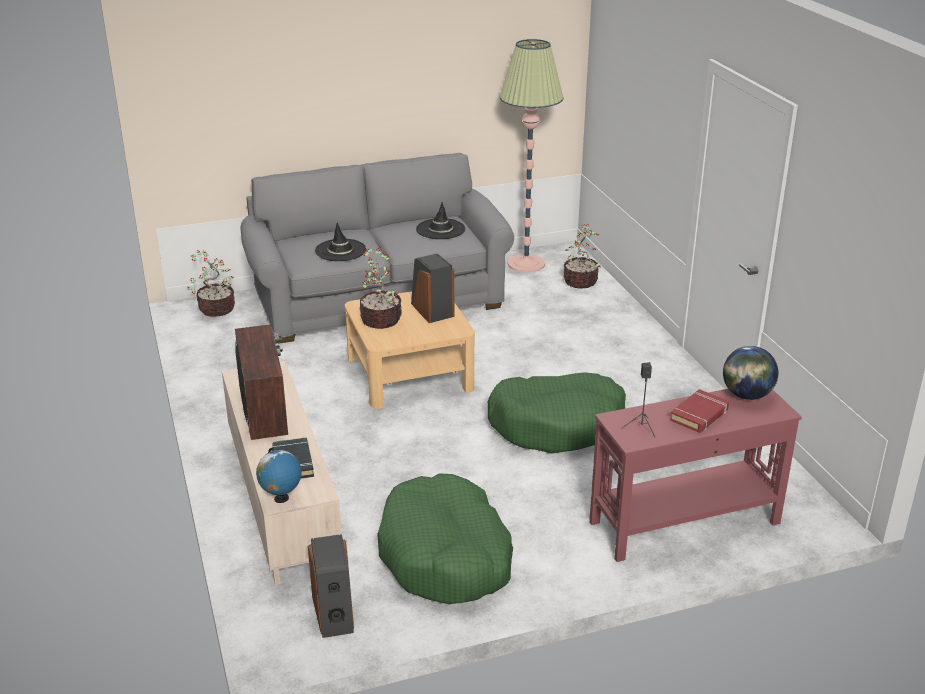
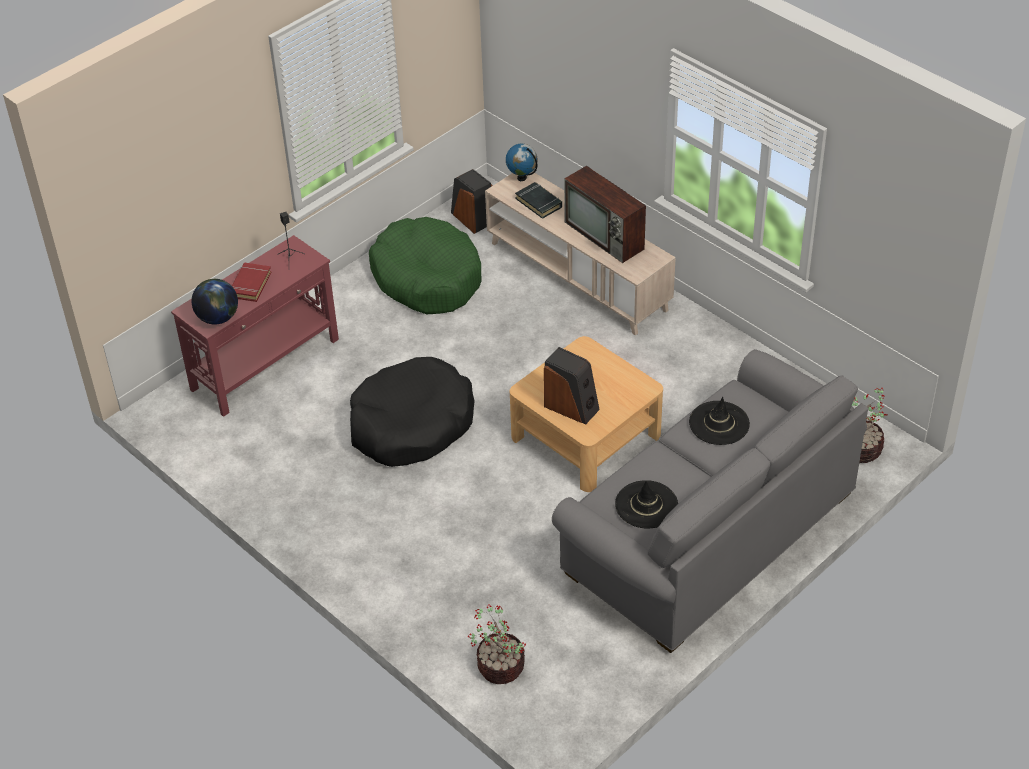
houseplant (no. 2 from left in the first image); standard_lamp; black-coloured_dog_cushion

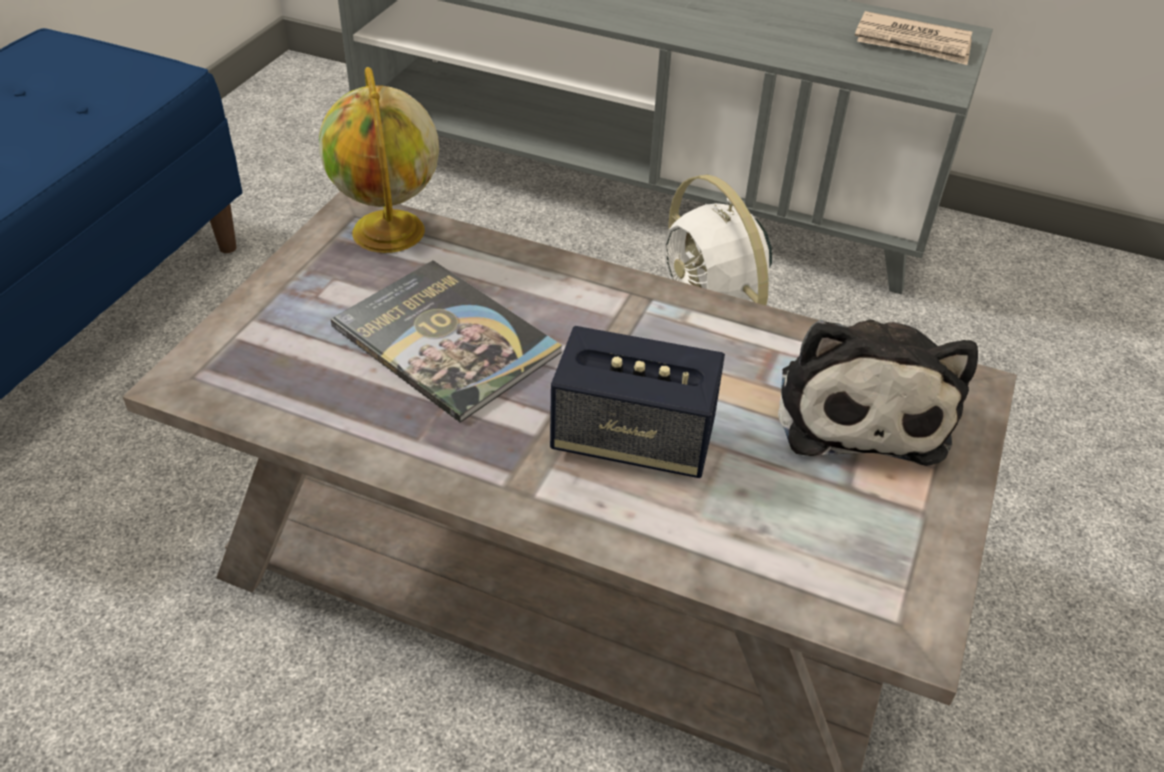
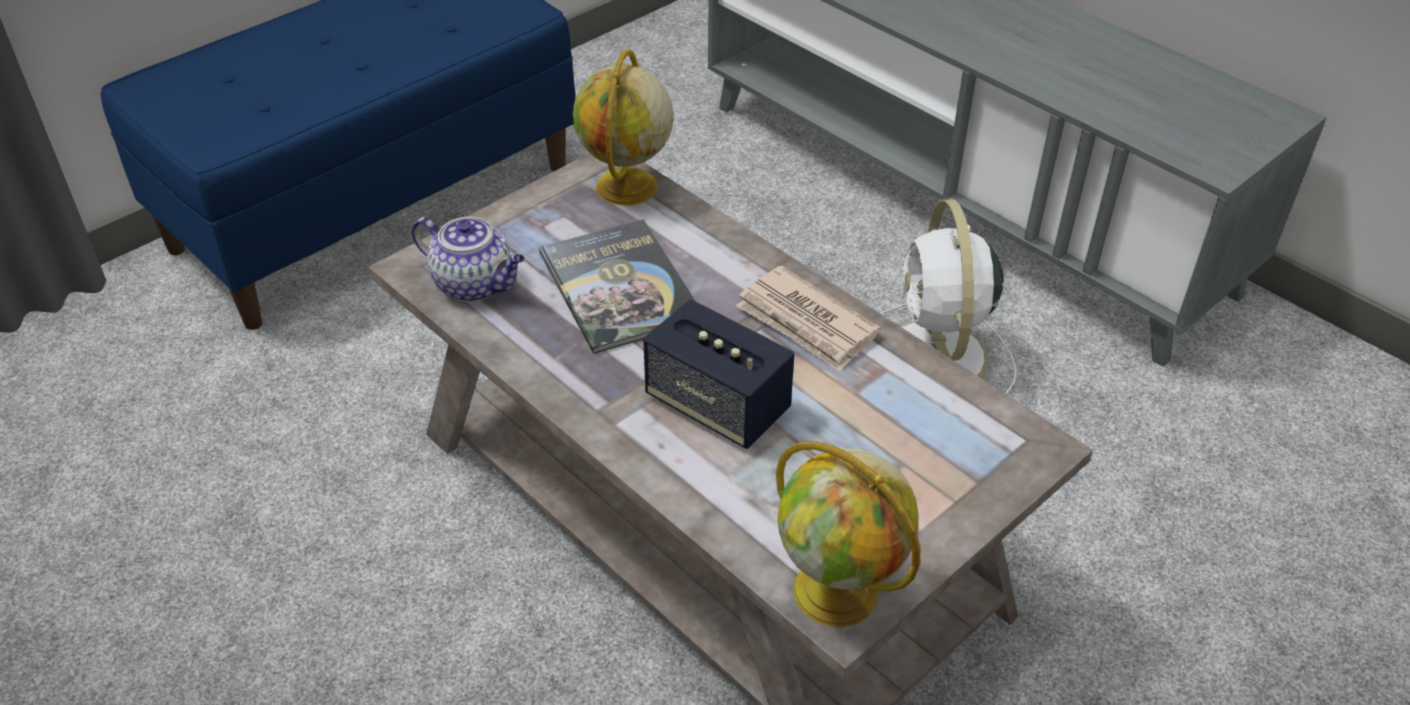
soft_toy; pot_for_tea; desk_globe (no. 2 from left); printed_paper

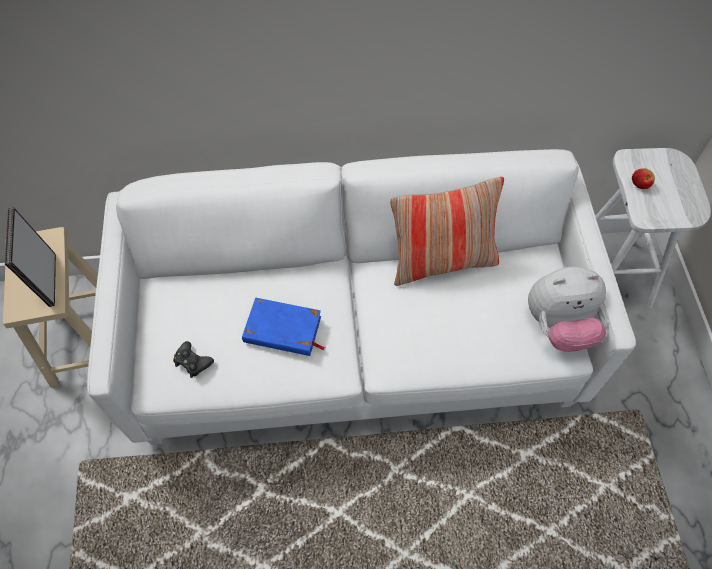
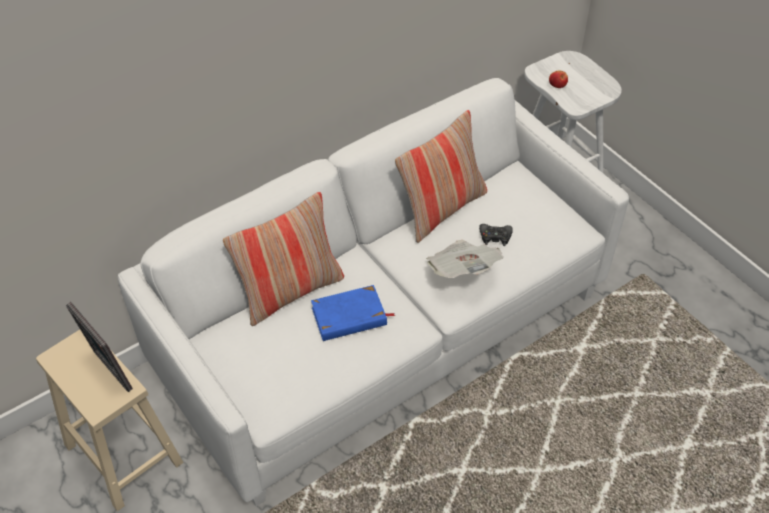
soft_toy; throw_pillow (no. 1 from left); printed_paper; black-coloured_game_controller

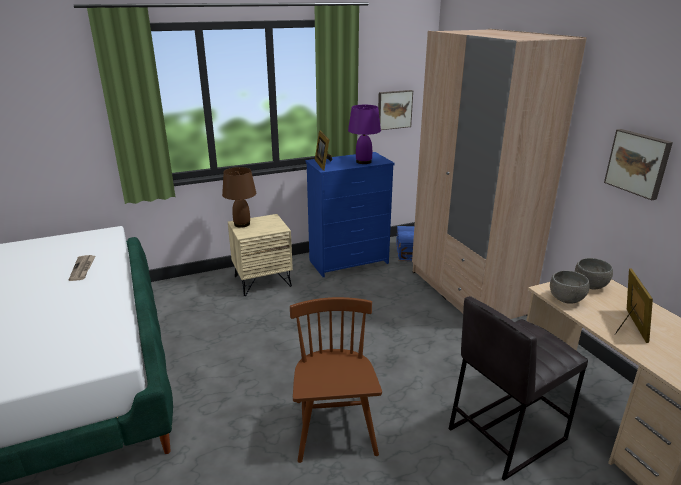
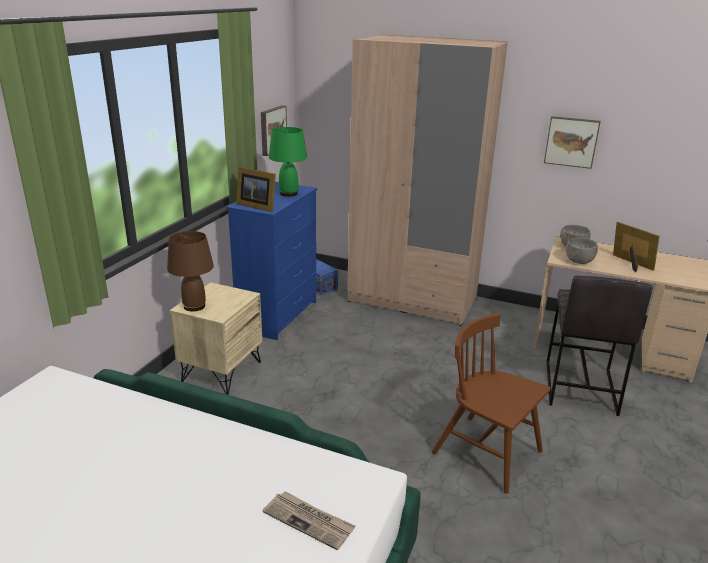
printed_paper; green_tabletop_lamp

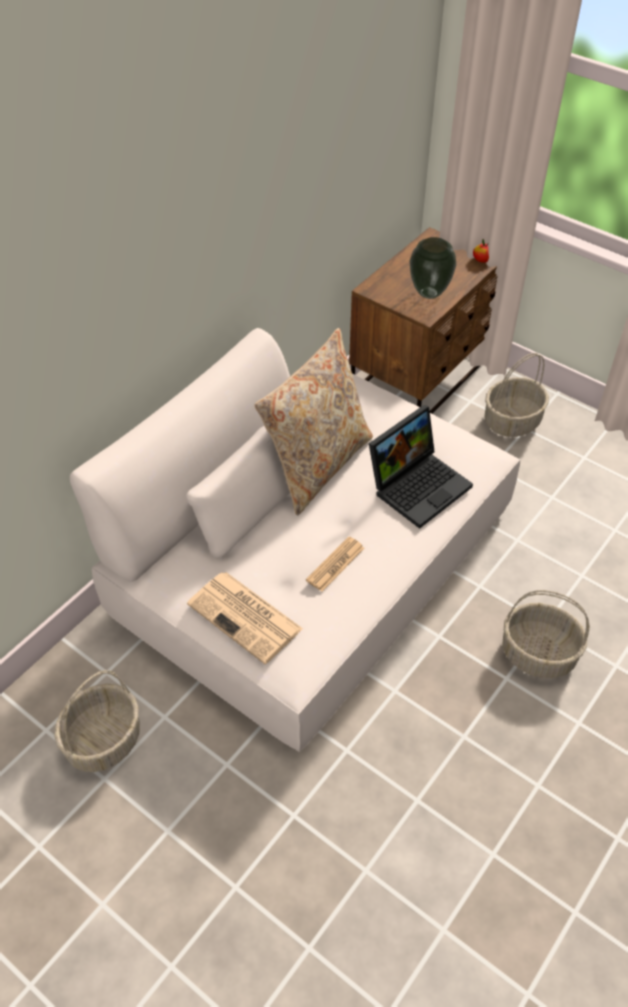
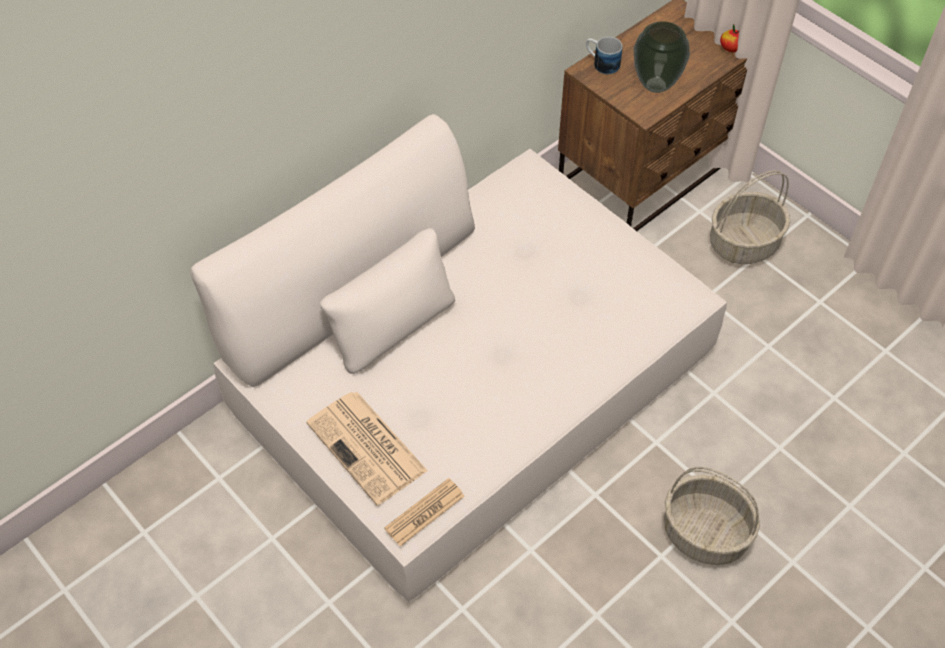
storage_basket (no. 1 from left in the first image); beige_throw_pillow; notebook_computer; mug; printed_paper (no. 2 from left)

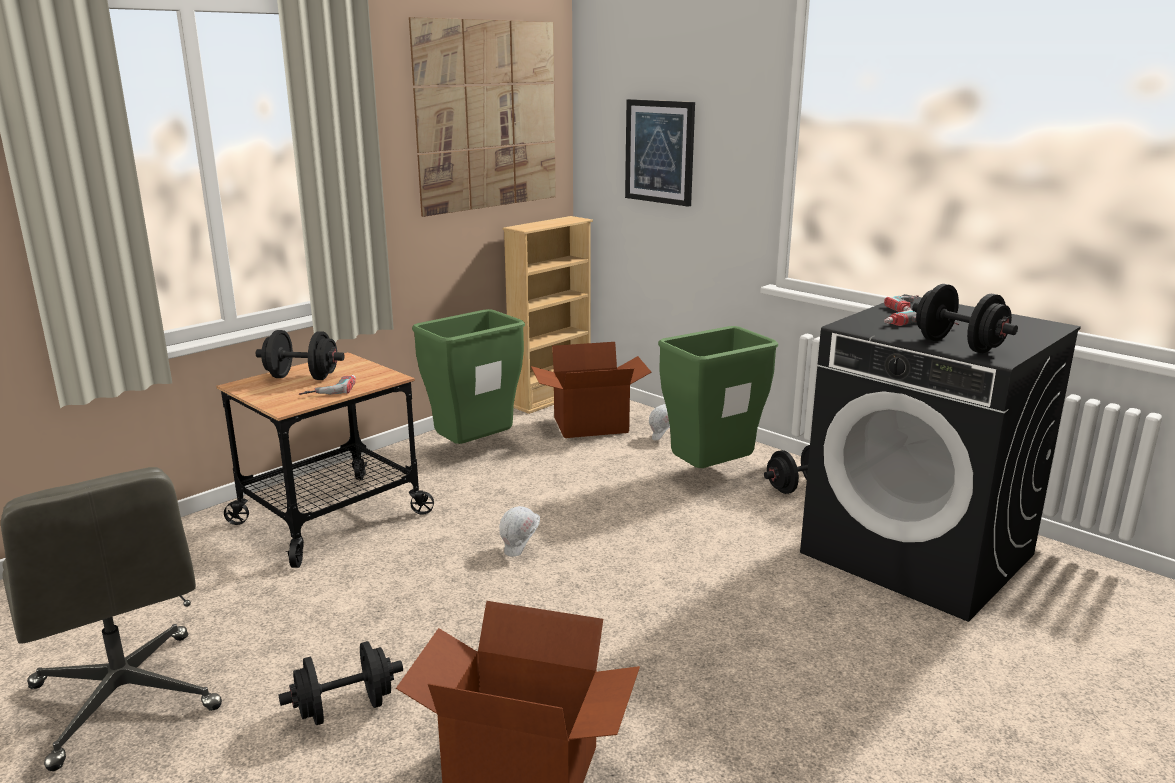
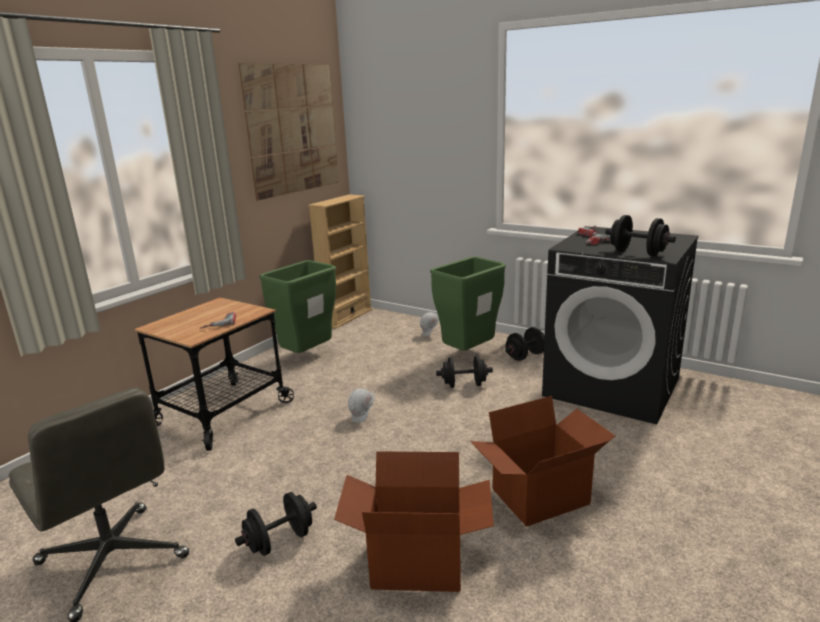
wall_picture (no. 2 from left in the first image); black-coloured_hand_weight (no. 2 from left); cardboard_box (no. 2 from left)

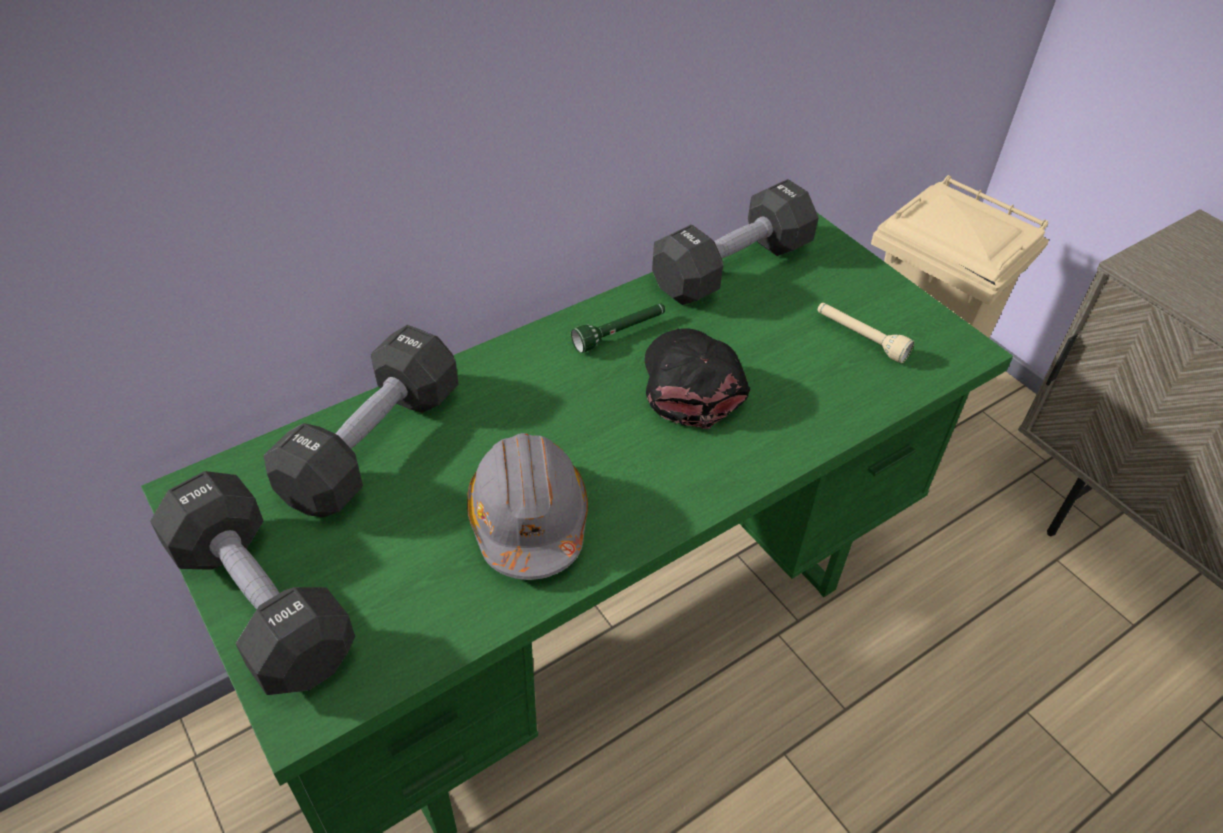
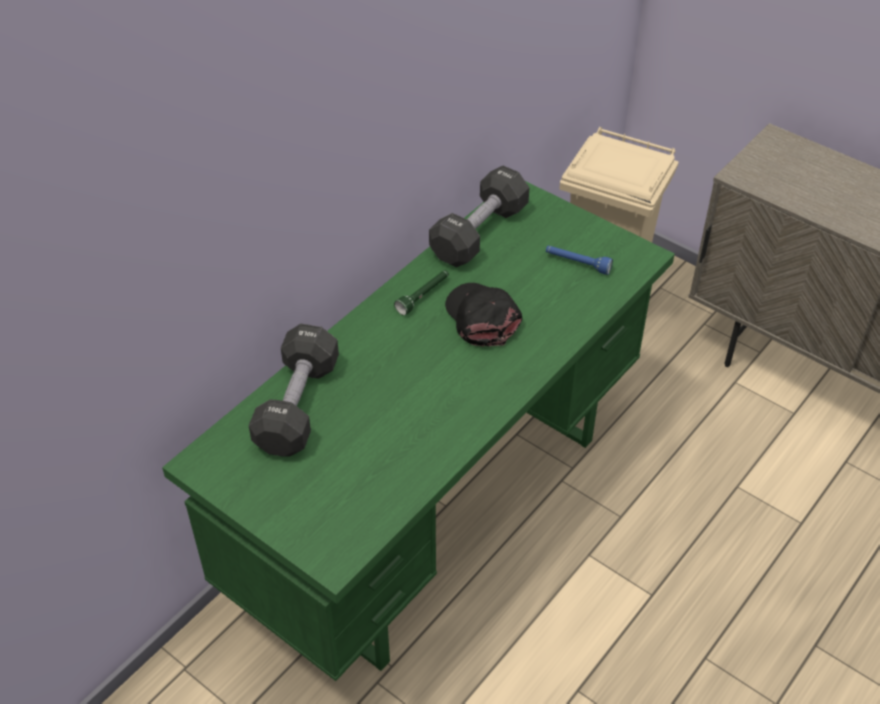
black-coloured_hand_weight (no. 1 from left in the first image); gray_hard_hat; bluish_hand_torch

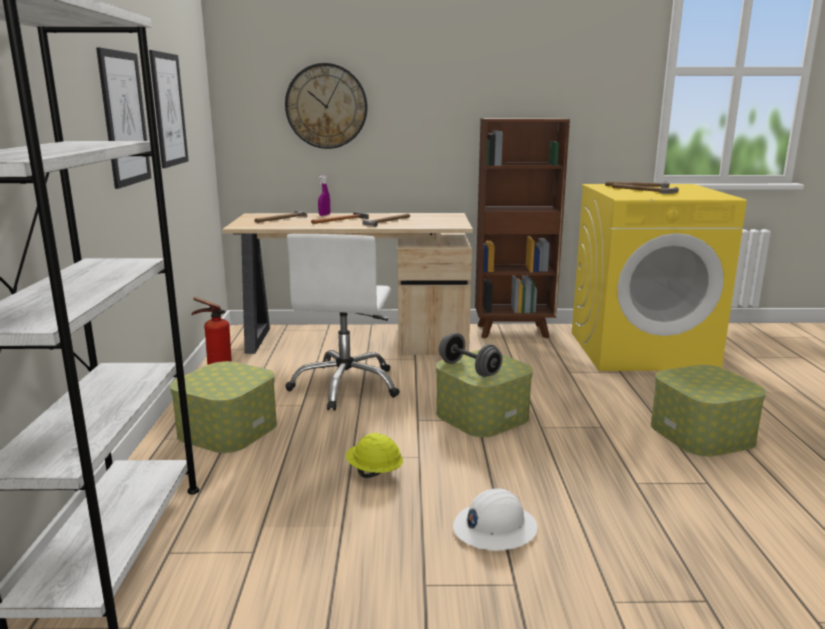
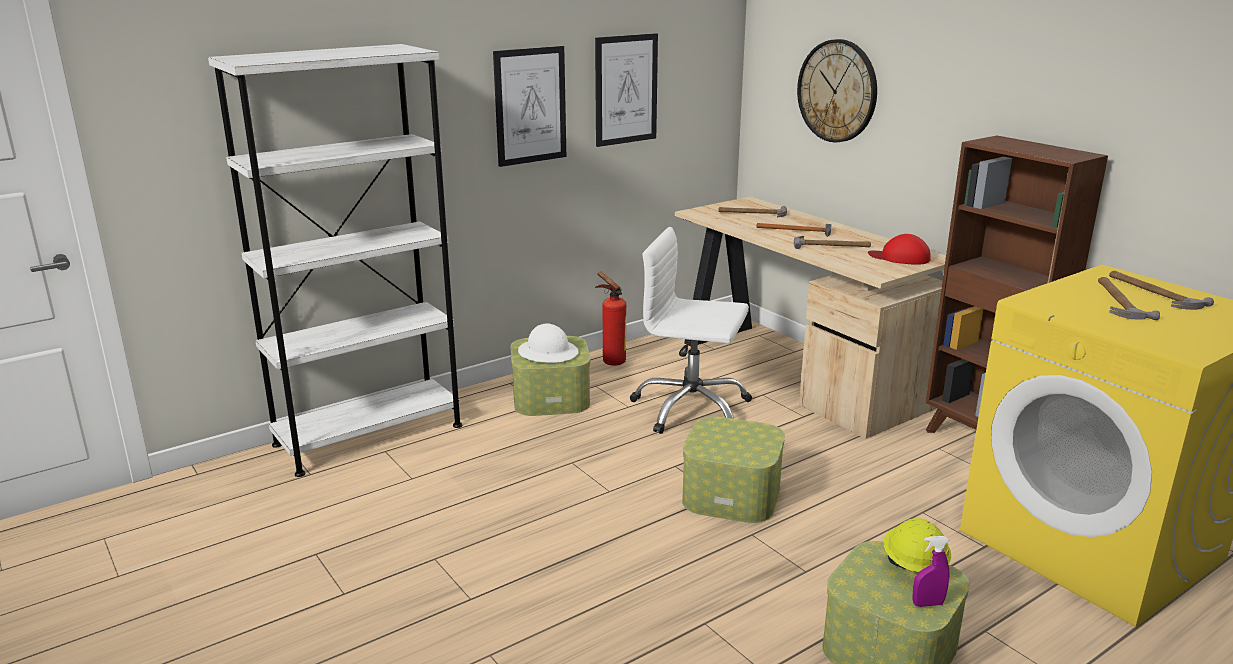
gray_hand_weight; reddish_baseball_cap; purple-coloured_spray_bottle; yellow_hard_hat; white_hard_hat; white_computer_chair

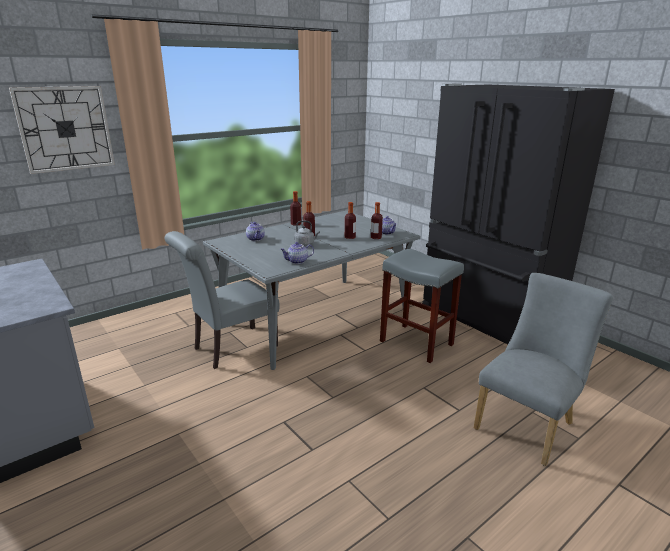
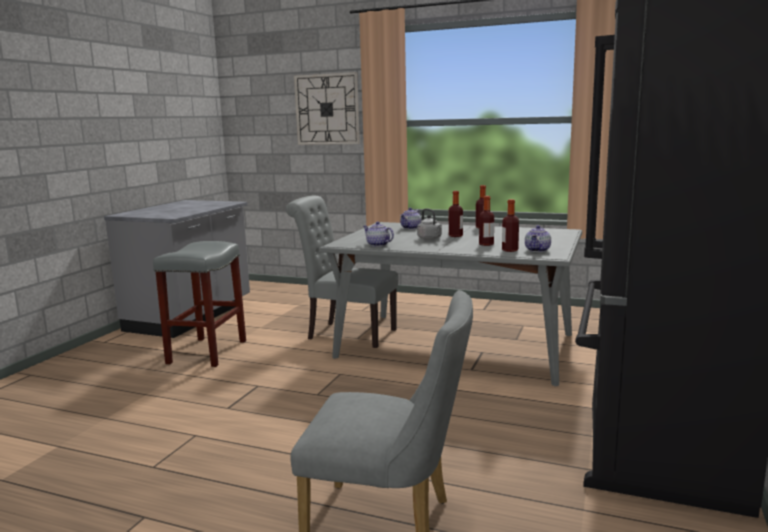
gray_sitting_stool

